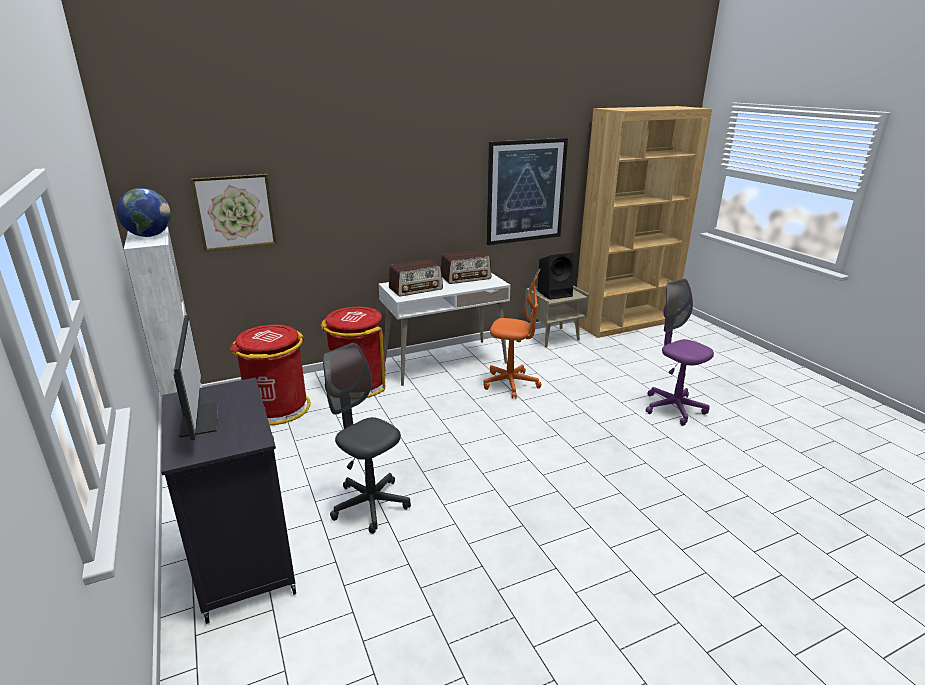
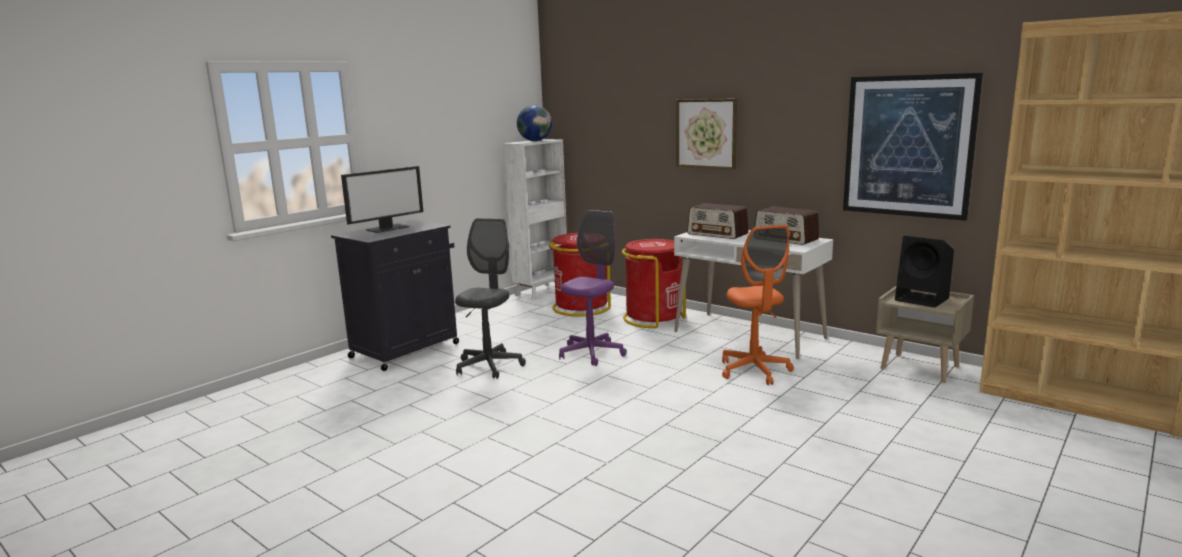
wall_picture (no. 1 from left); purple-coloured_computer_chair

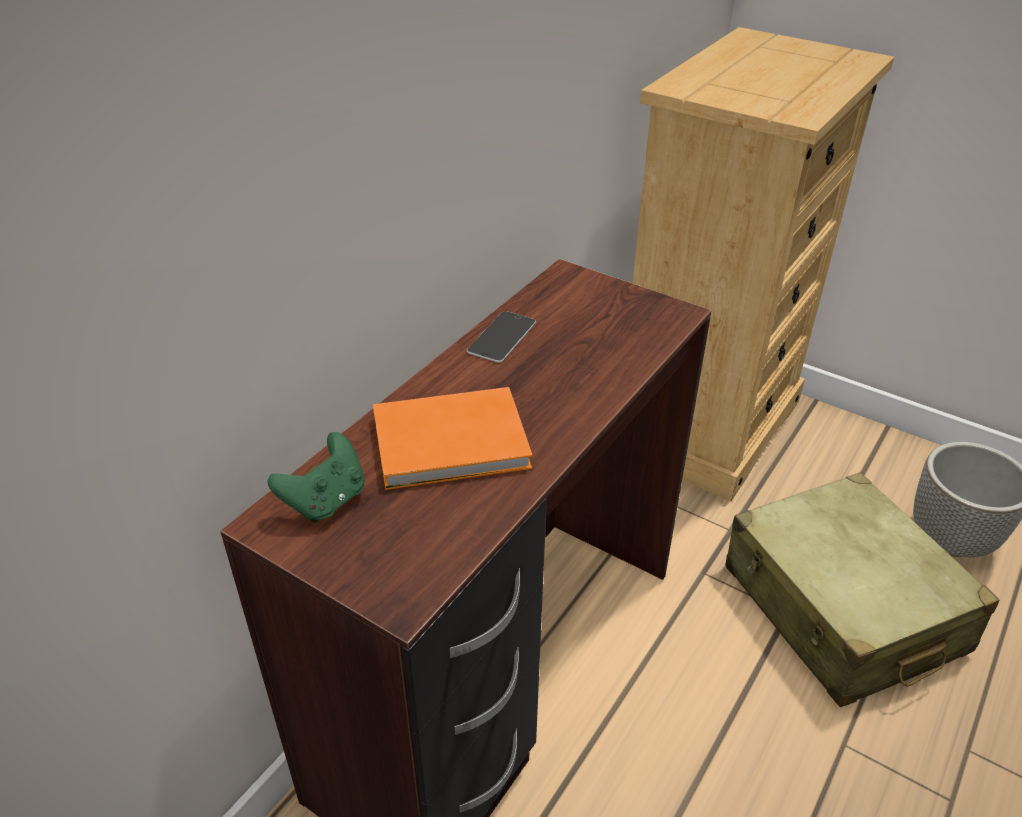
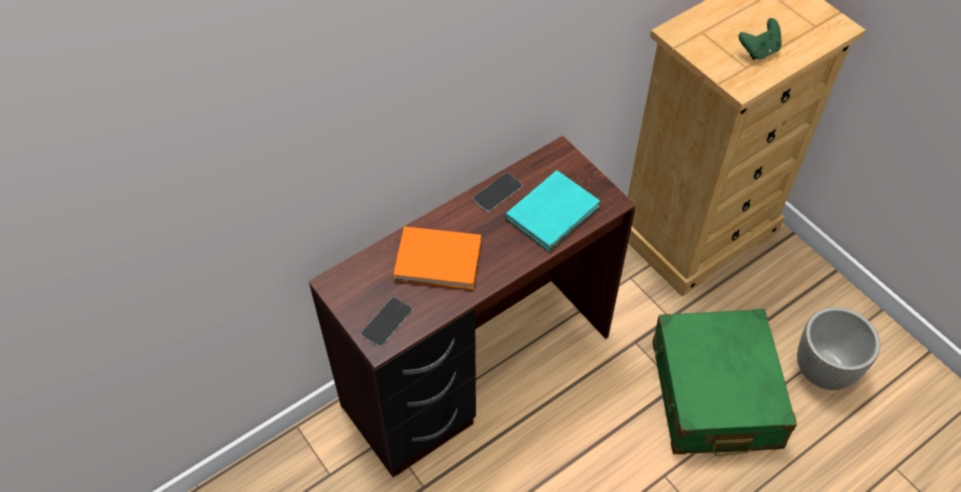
phone (no. 1 from left); turquoise-coloured_book; green_game_controller; green_piece_of_luggage

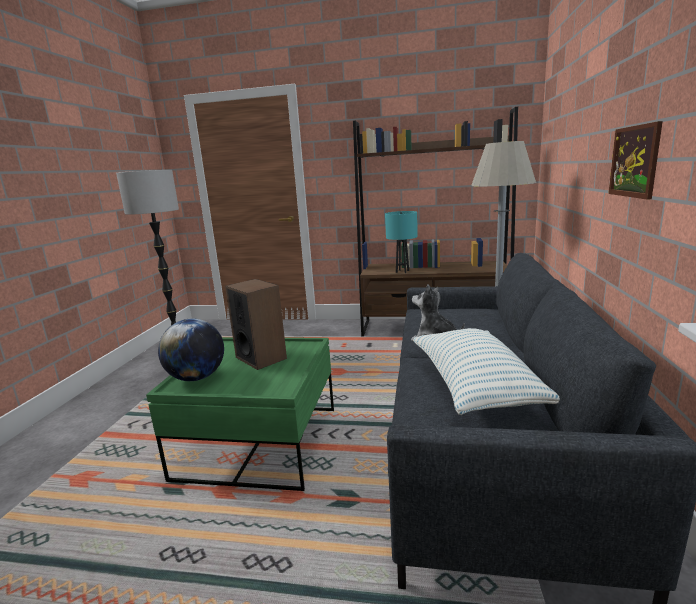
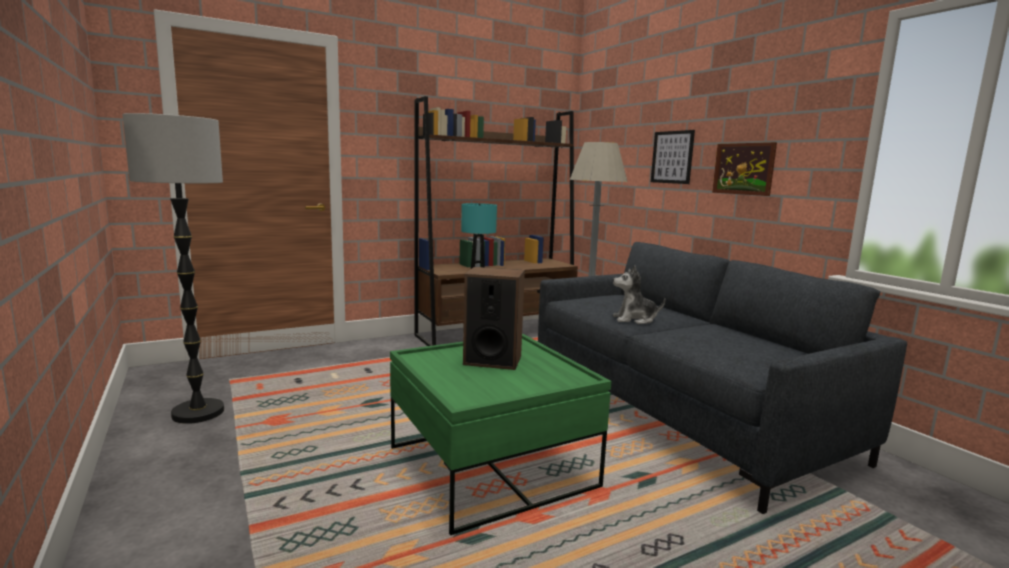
desk_globe; throw_pillow; wall_picture (no. 1 from left)

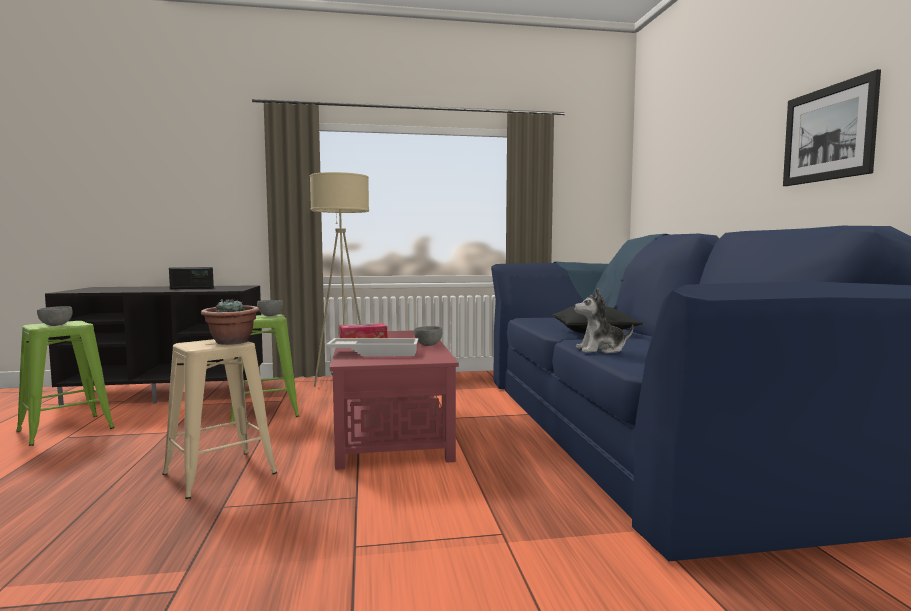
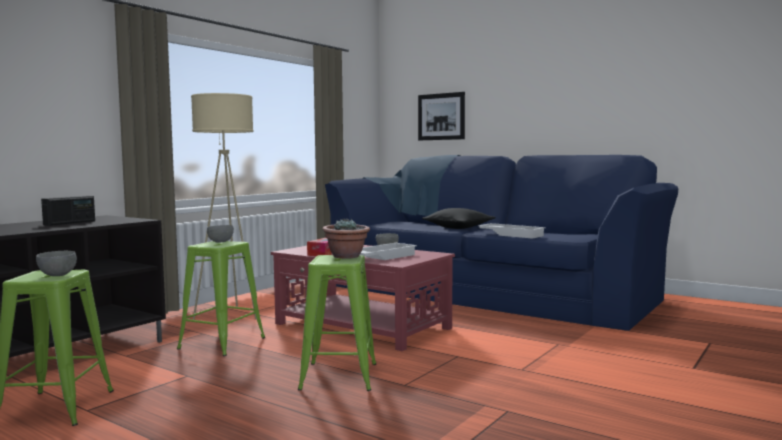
wall_picture; white_tray (no. 2 from left); green_sitting_stool (no. 3 from left)

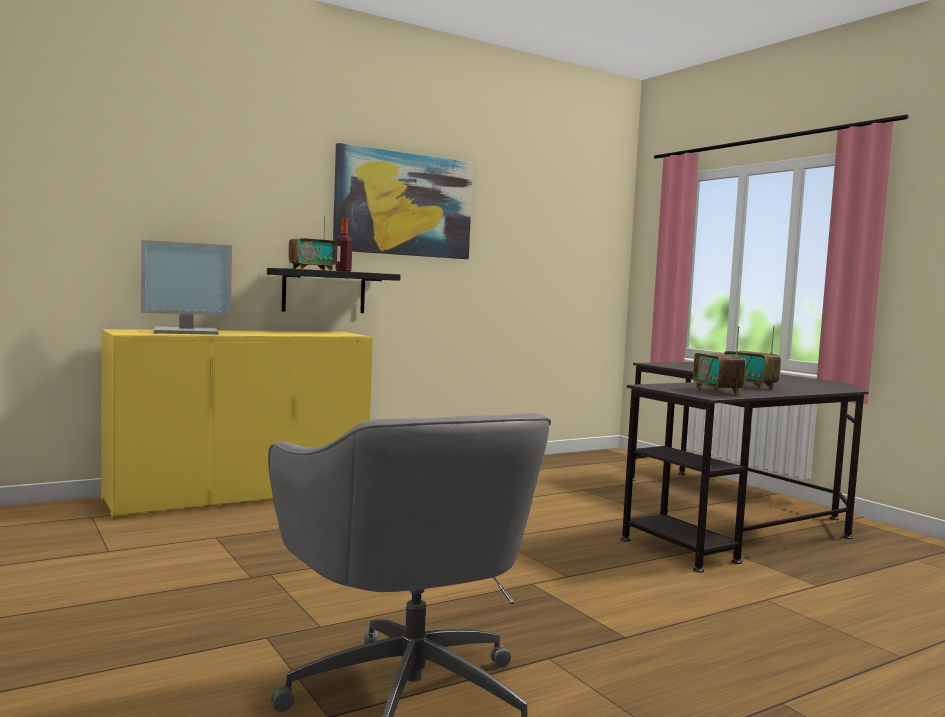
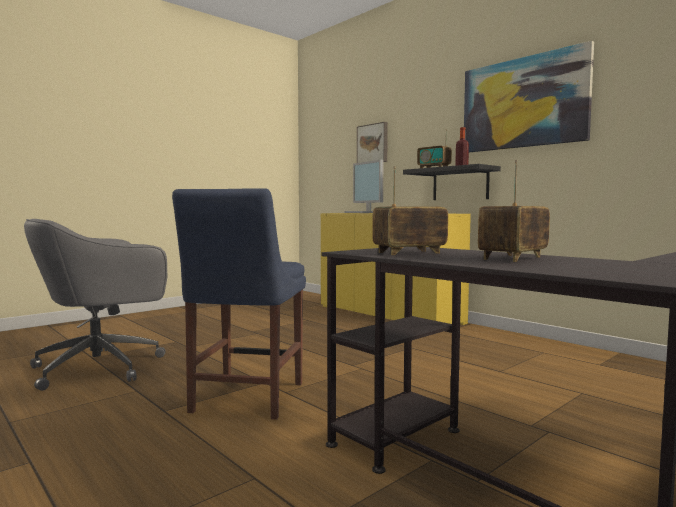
bluish_chair; wall_picture (no. 1 from left)

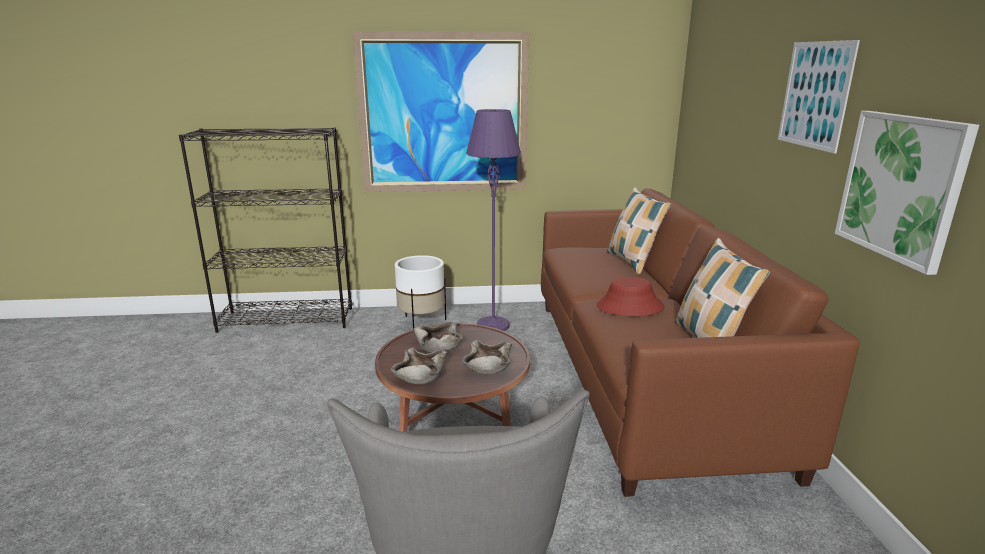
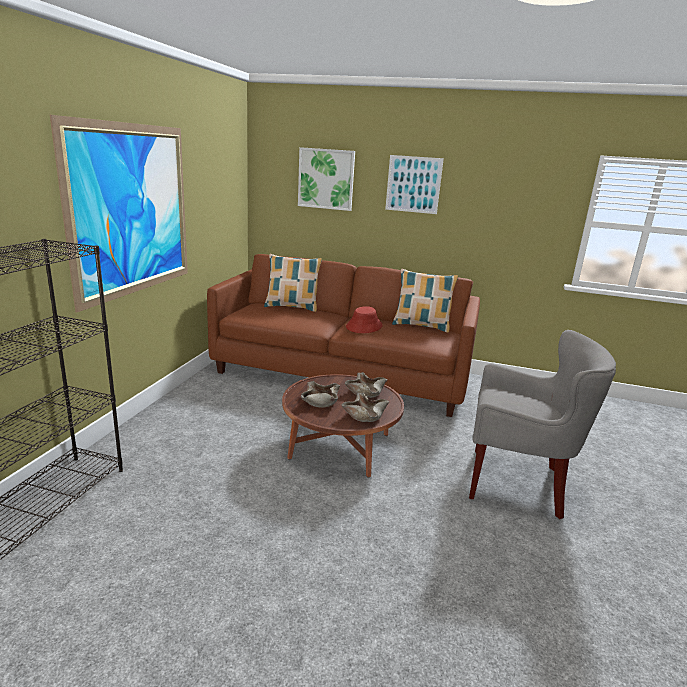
white_planter; purple-coloured_standard_lamp; wall_picture (no. 2 from left)

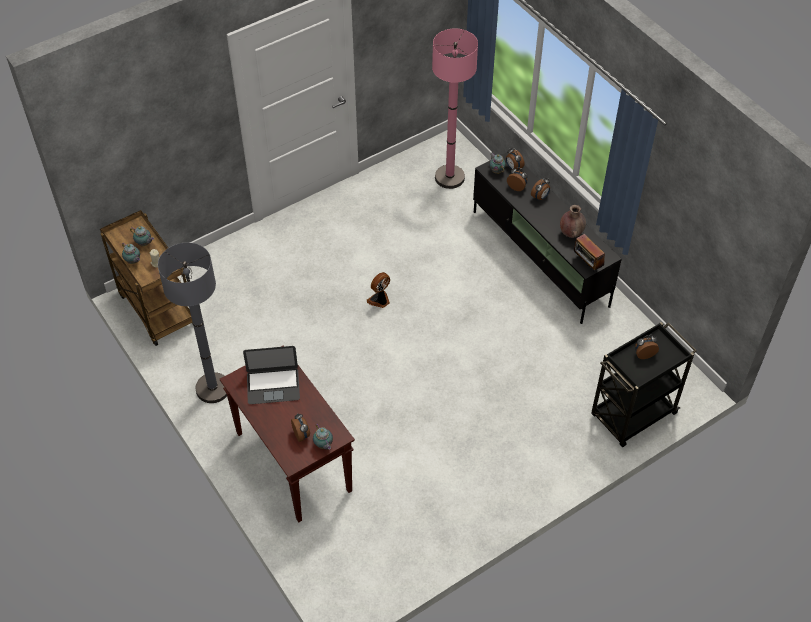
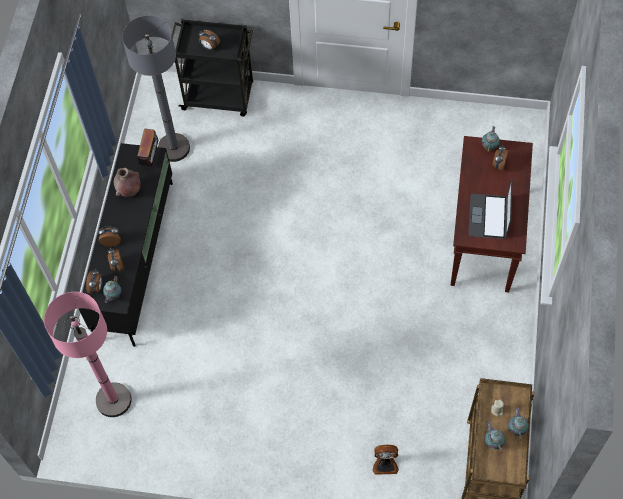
gray_standard_lamp; electric_fan; notebook_computer

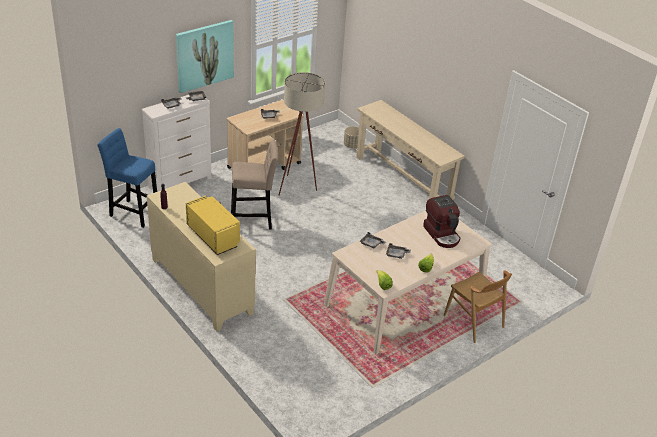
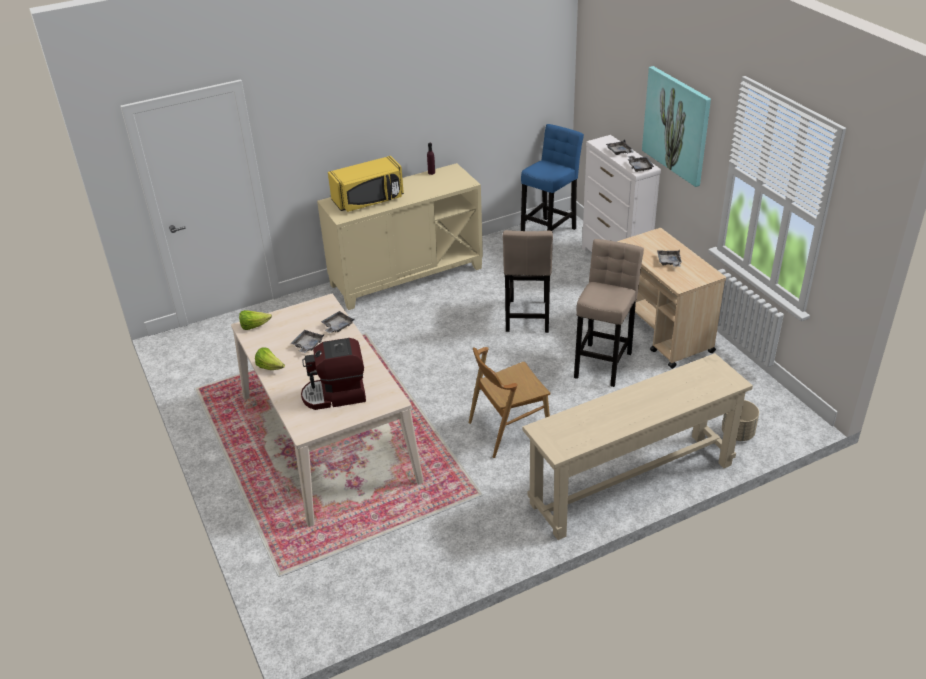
brownish_chair; beige_sitting_stool (no. 2 from left)

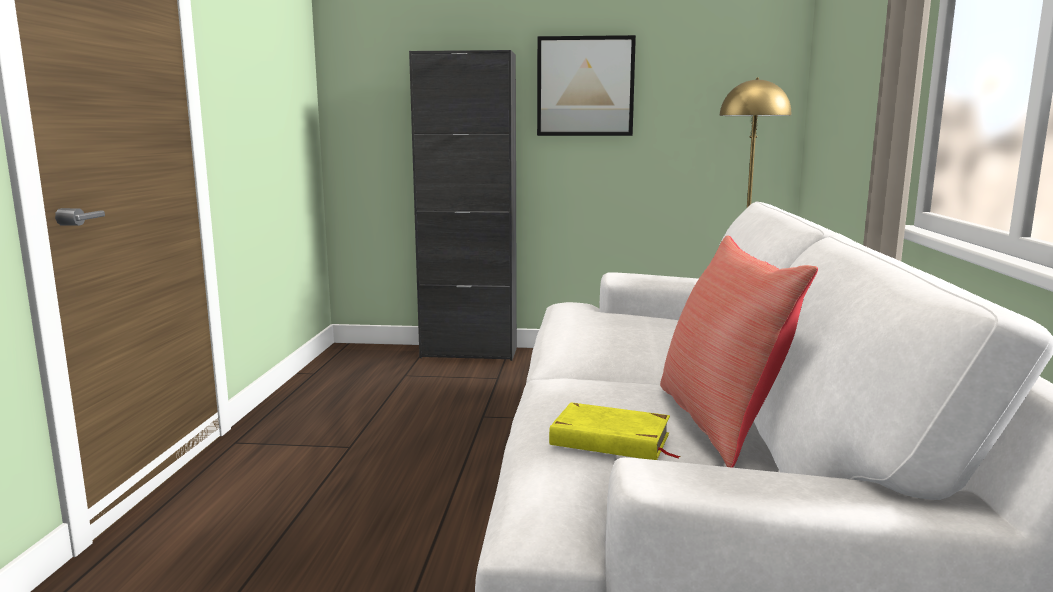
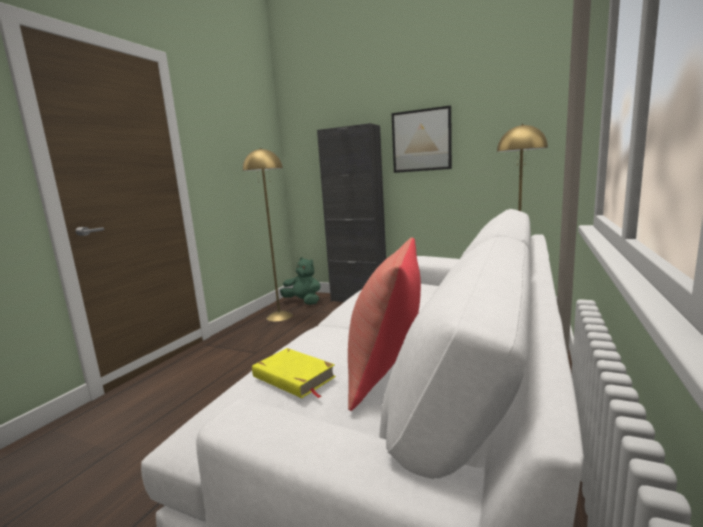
yellow_standard_lamp (no. 1 from left); green_soft_toy

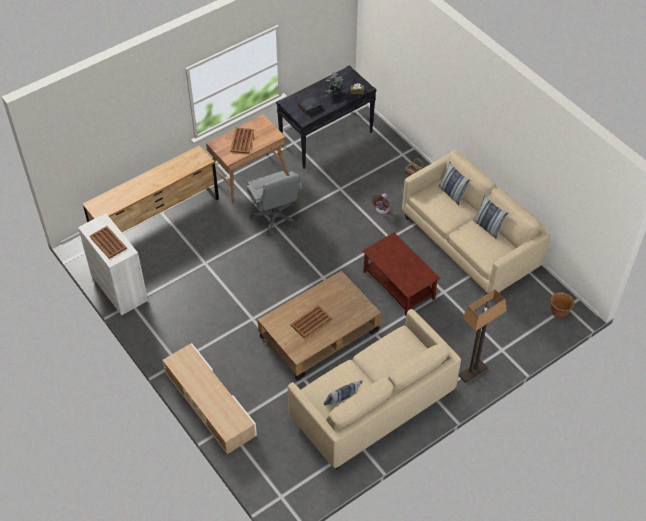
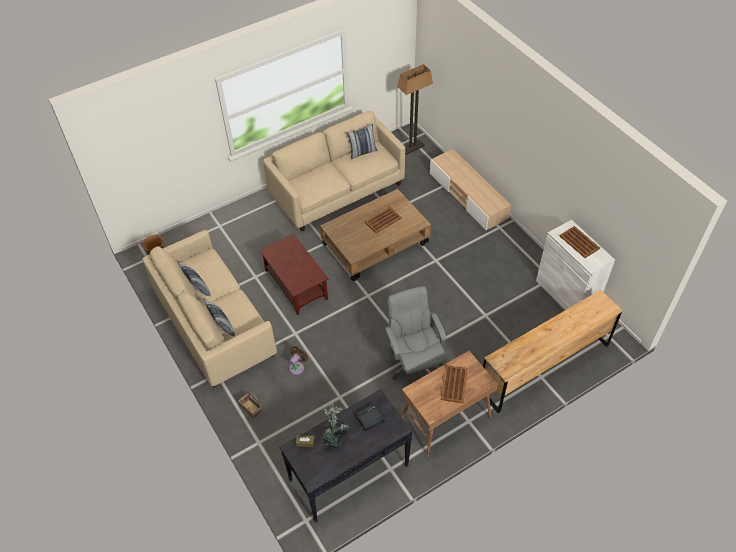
standard_lamp

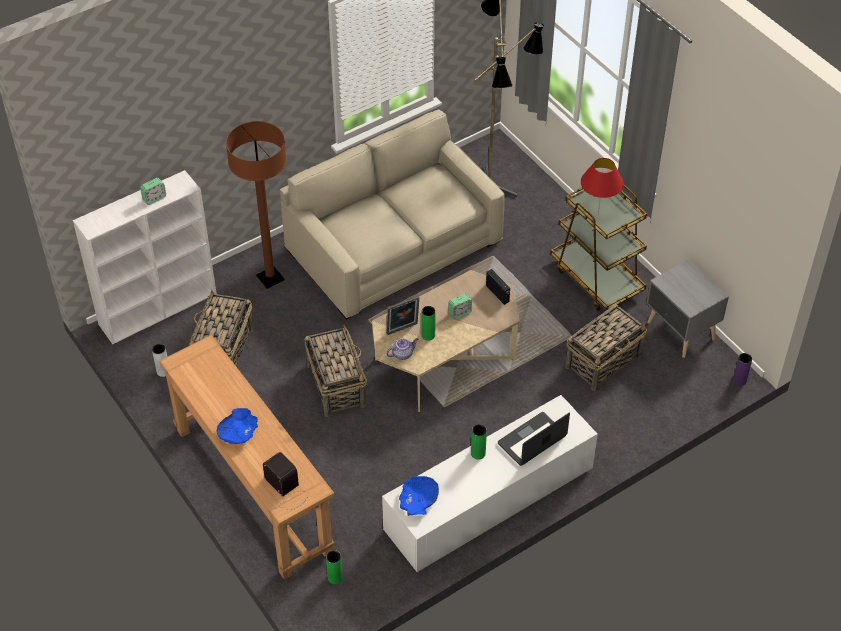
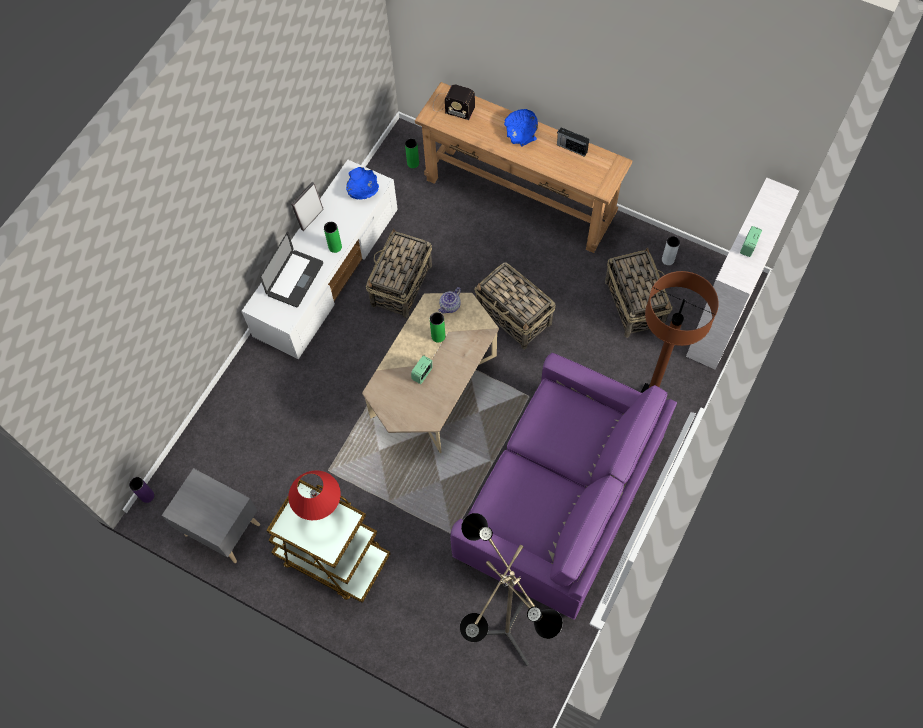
picture_frame; radio_set (no. 2 from left); storage_basket (no. 1 from left); purple-coloured_couch

